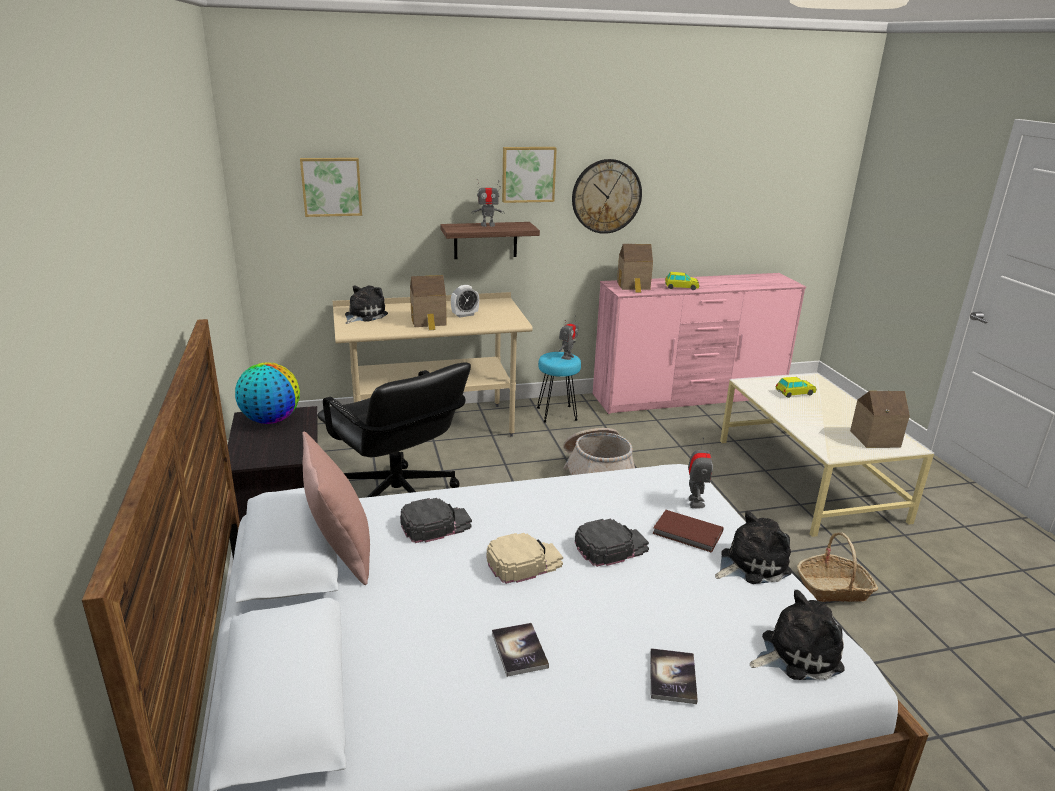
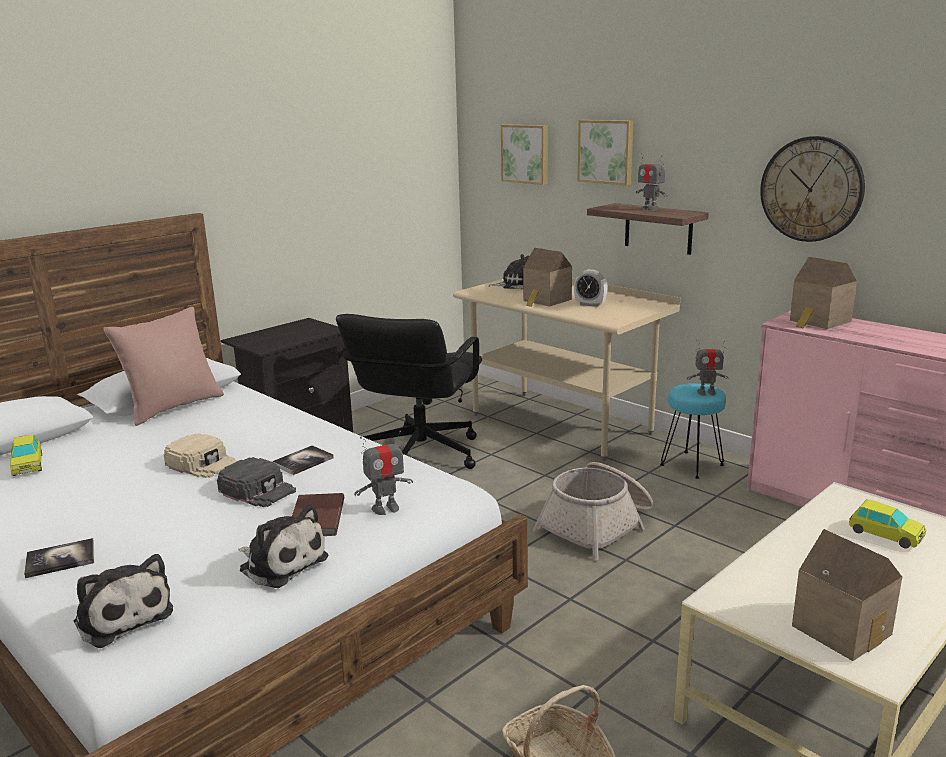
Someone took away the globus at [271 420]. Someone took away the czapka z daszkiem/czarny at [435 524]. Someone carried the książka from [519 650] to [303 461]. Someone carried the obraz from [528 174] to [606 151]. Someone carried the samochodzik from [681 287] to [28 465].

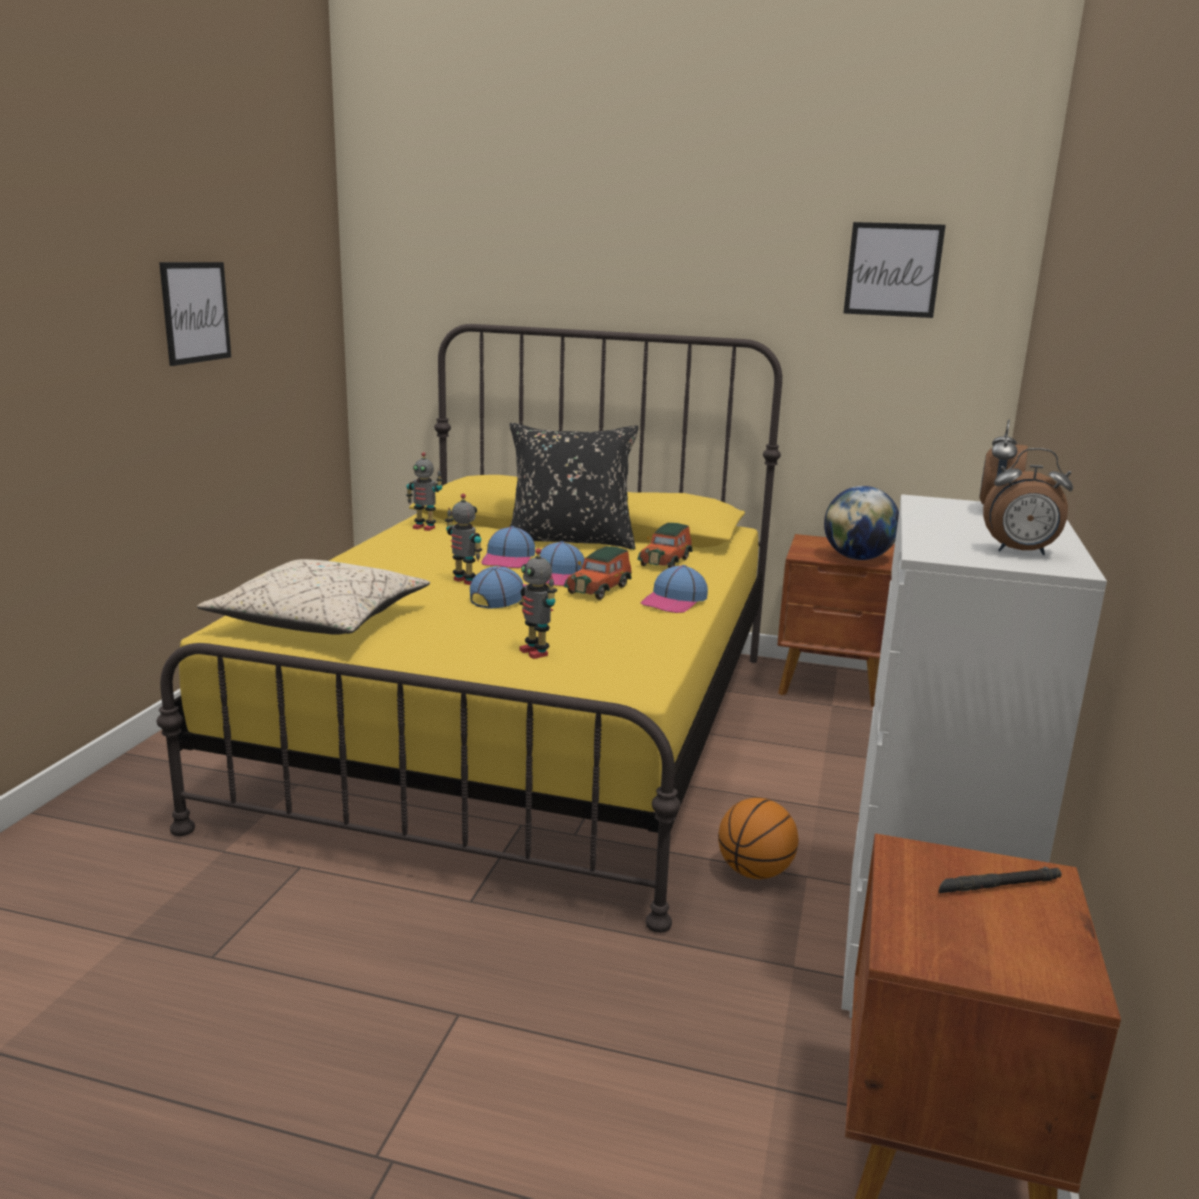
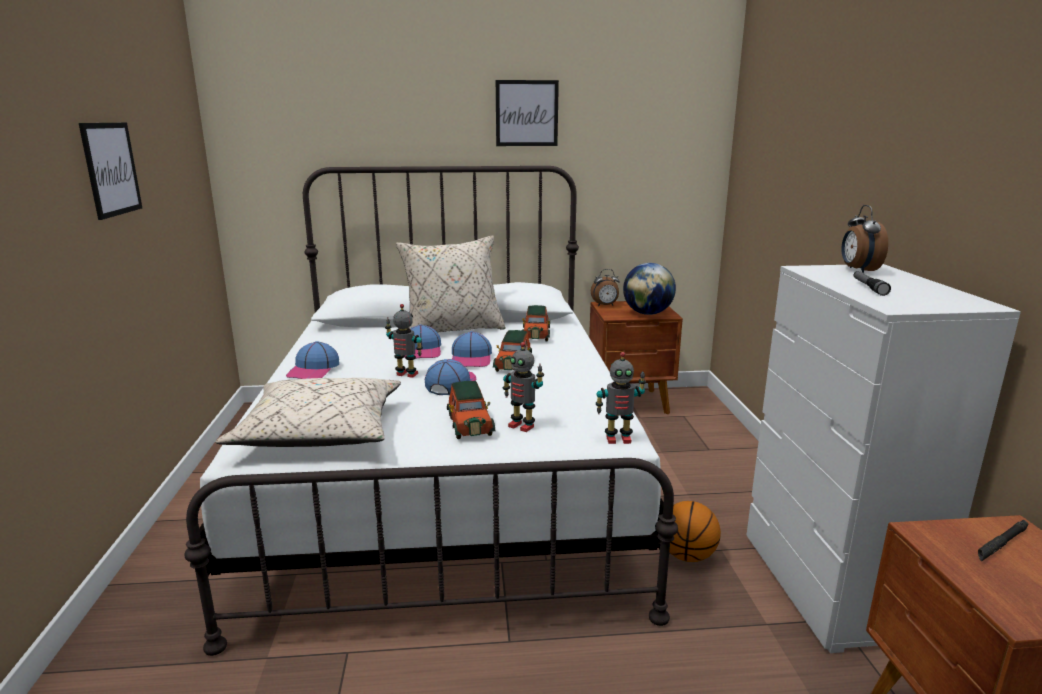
Someone repainted the łóżko/żółty at [522 730], which became the łóżko/biały at [447 482]. Someone carried the robot zabawkowy from [424 527] to [618 439]. Someone repainted the poduszka/czarny at [570 541], which became the poduszka/beżowy at [453 329]. Someone carried the czapka z daszkiem from [674 601] to [313 370]. Someone carried the obraz from [893 270] to [526 113]. Someone carried the budzik from [1020 552] to [605 305]. Someone put down the samochodzik at [469 424]. Someone put down the latarka at [869 288].

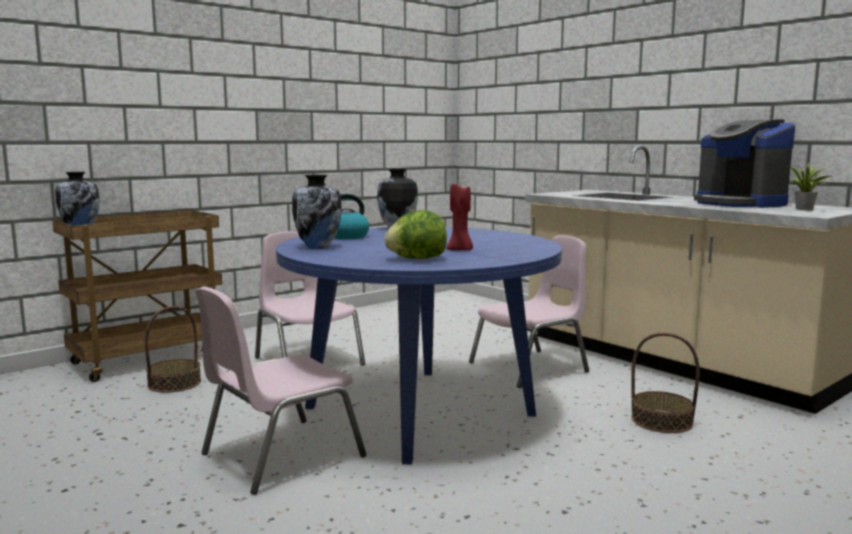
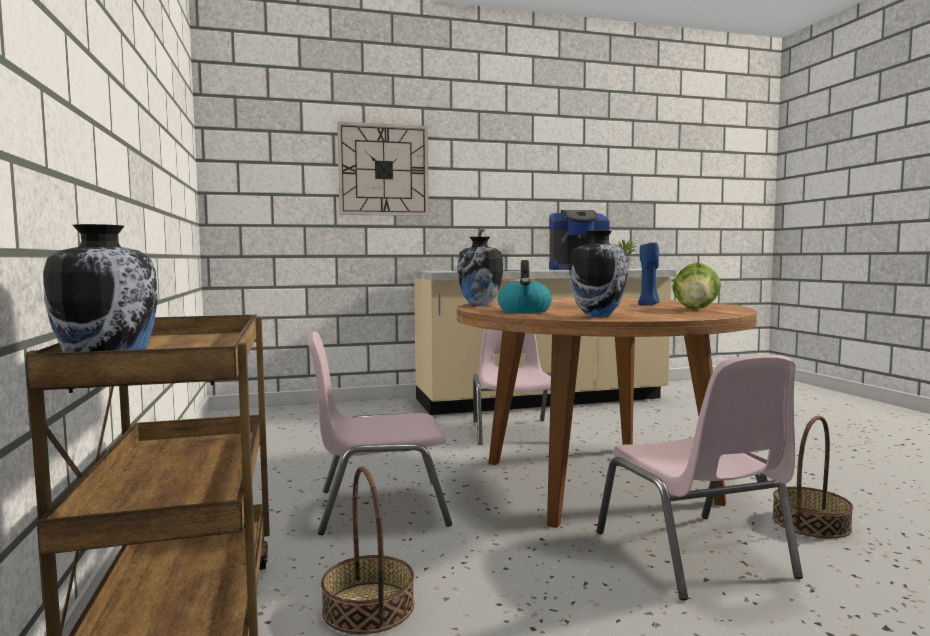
Someone repainted the stół jadalny/niebieski at [419 411], which became the stół jadalny/brązowy at [596 481]. Someone repainted the świeca/czerwony at [460 250], which became the świeca/niebieski at [648 305]. Someone carried the koszyk from [661 421] to [810 523]. Someone put up the zegar ścienny at [383 170].

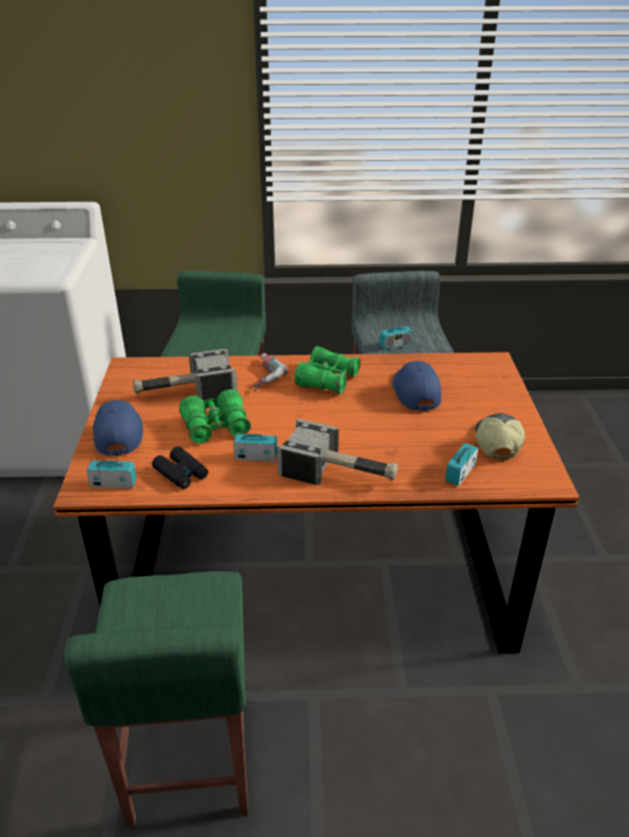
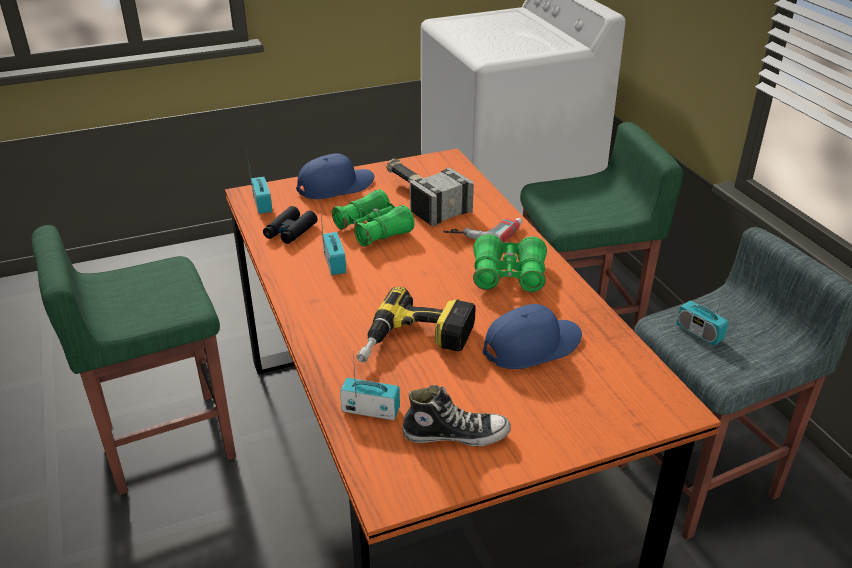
Someone took away the młotek at [340 473]. Someone swapped the czapka z daszkiem at [496 442] for the but at [456 434]. Someone put down the wiertarka at [415 343].

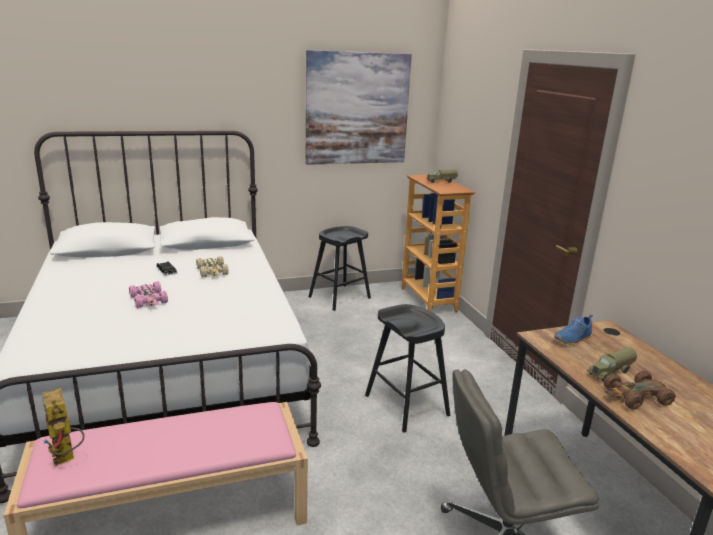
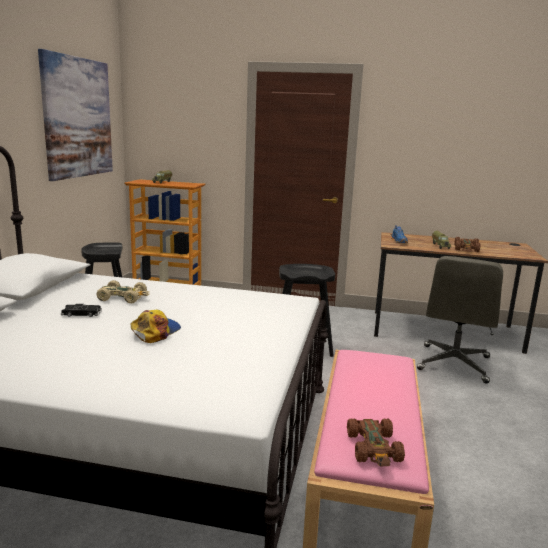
Someone swapped the robot zabawkowy at [67 458] for the samochodzik/brązowy at [374 448]. Someone swapped the samochodzik/różowy at [149 300] for the czapka z daszkiem at [155 332].

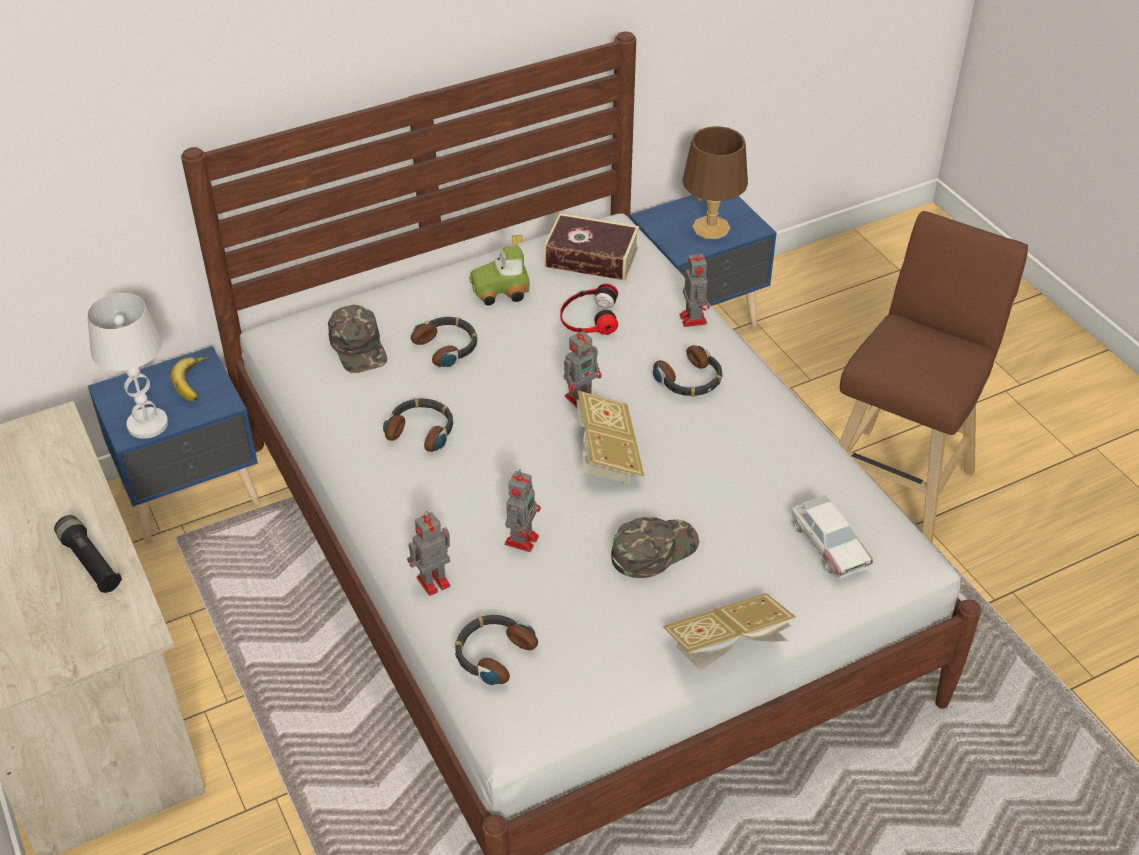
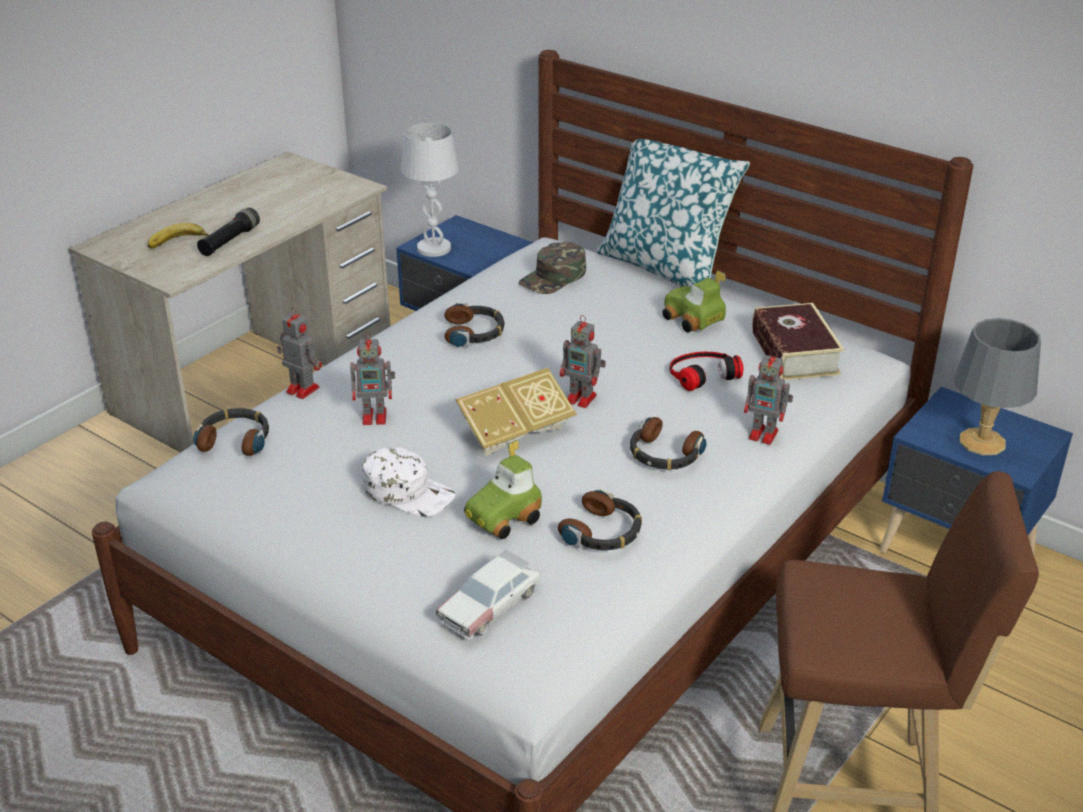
Someone carried the banan from [195 381] to [178 243]. Someone carried the słuchawki from [447 346] to [603 532]. Someone repainted the czapka z daszkiem/zielony at [653 549], which became the czapka z daszkiem/biały at [408 491]. Someone took away the książka at [727 647]. Someone rotated the robot zabawkowy at [692 318] by 60 degrees clockwise. Someone repainted the lampa stołowa/brązowy at [711 228], which became the lampa stołowa/szary at [982 442]. Someone put down the samochodzik at [503 518]. Someone put down the poduszka at [666 269].

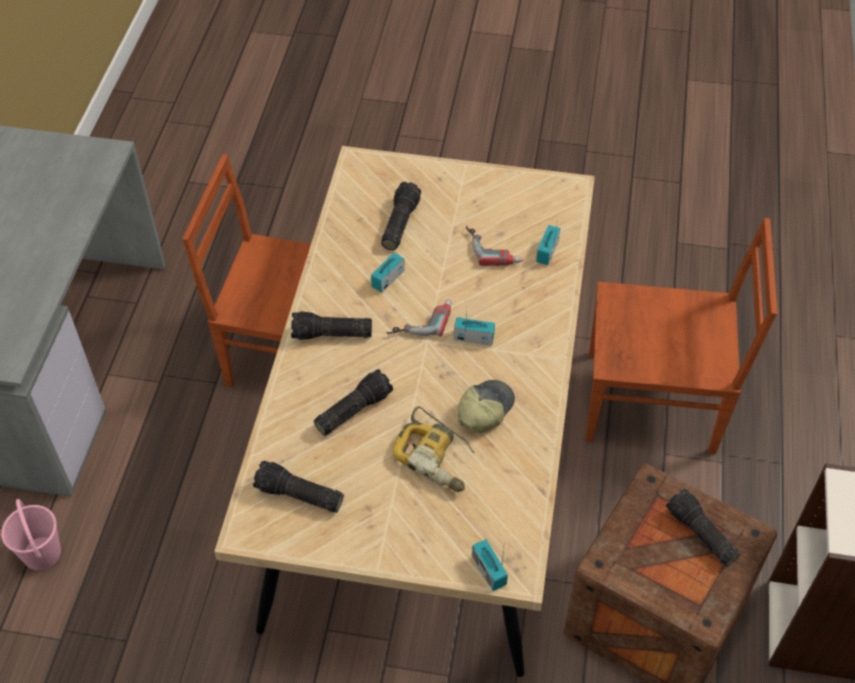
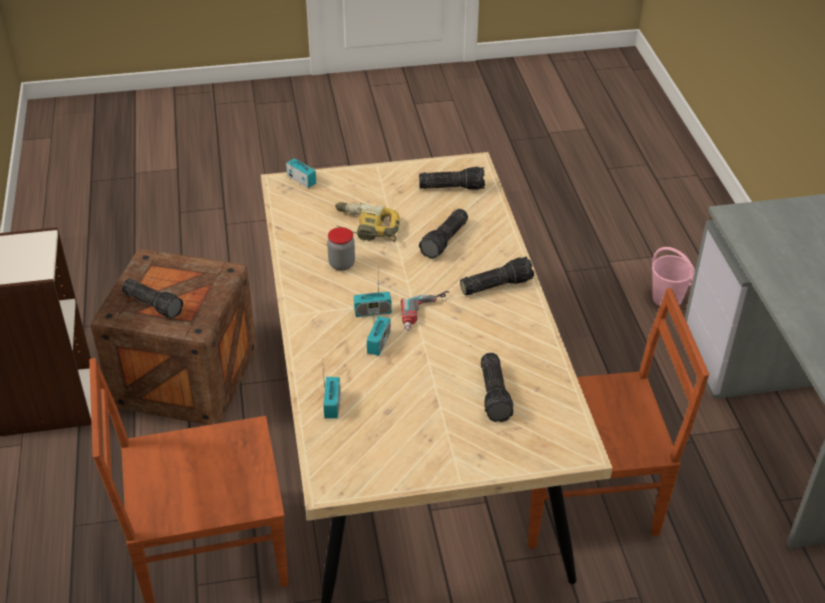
Someone carried the radio from [388 279] to [379 343]. Someone swapped the czapka z daszkiem at [484 409] for the słoik at [341 264]. Someone took away the wiertarka at [494 247].

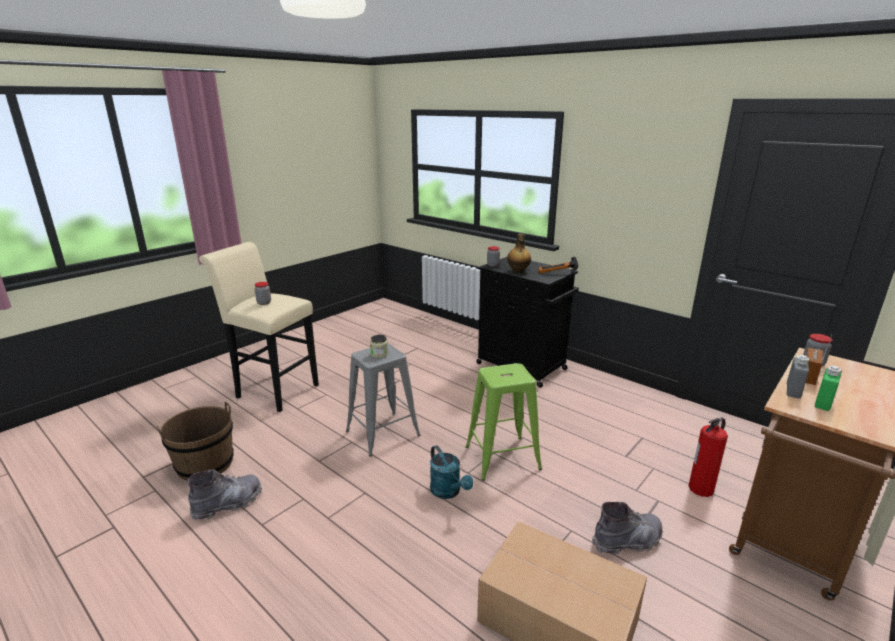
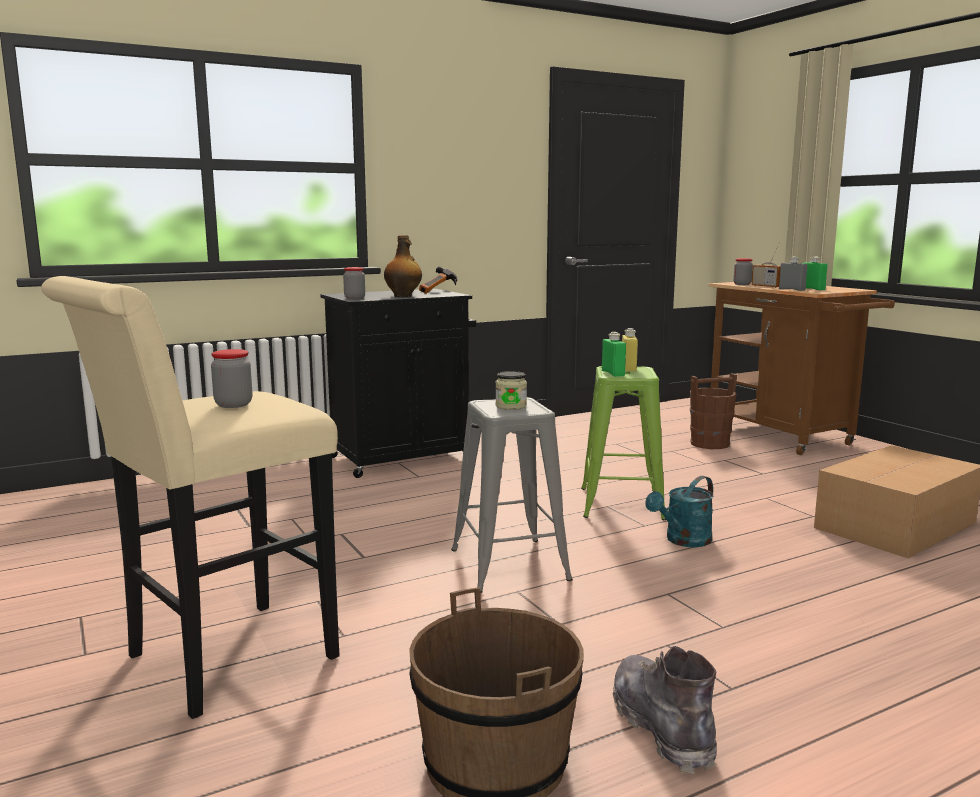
Someone rotated the konewka/turkusowy at [448 492] by 150 degrees clockwise. Someone took away the but z cholewką/szary at [627 541]. Someone swapped the gaśnica at [701 488] for the wiadro/brązowy at [710 444]. Someone put down the butelka/zielony at [613 373]. Someone put down the butelka/żółty at [628 368].

